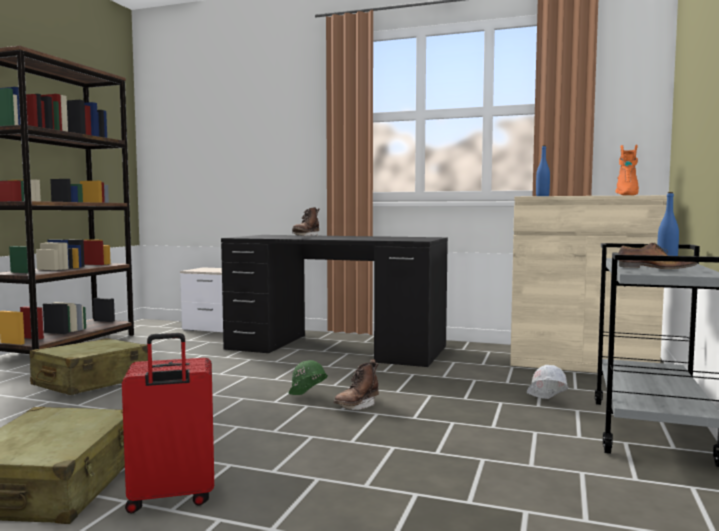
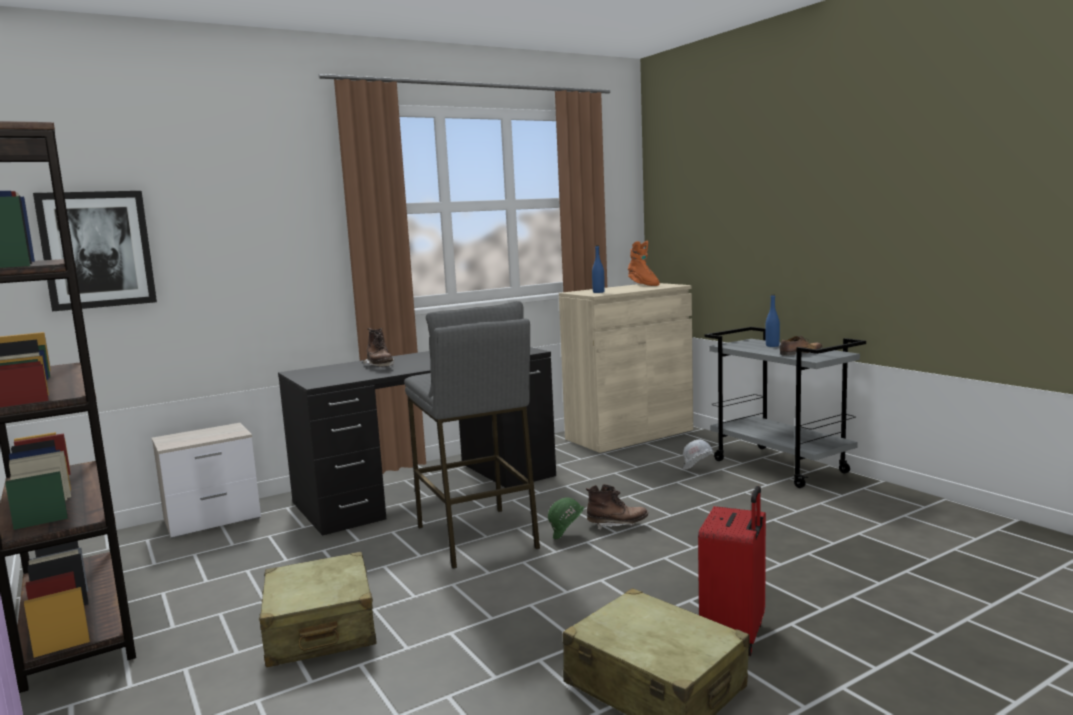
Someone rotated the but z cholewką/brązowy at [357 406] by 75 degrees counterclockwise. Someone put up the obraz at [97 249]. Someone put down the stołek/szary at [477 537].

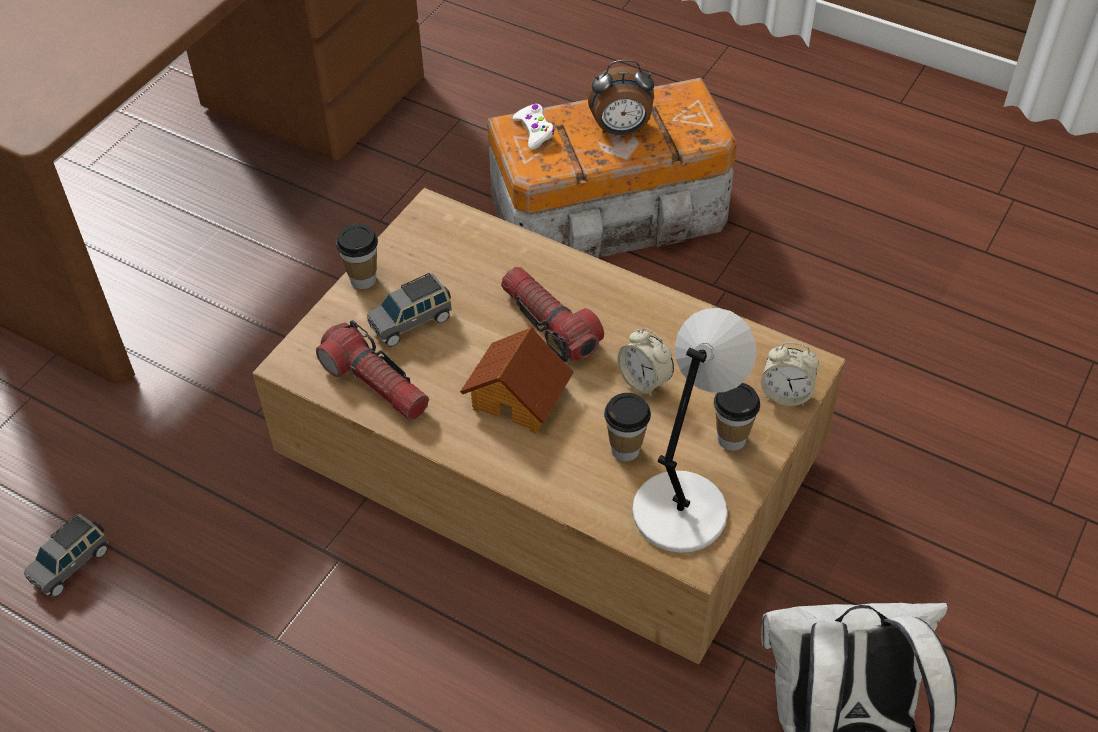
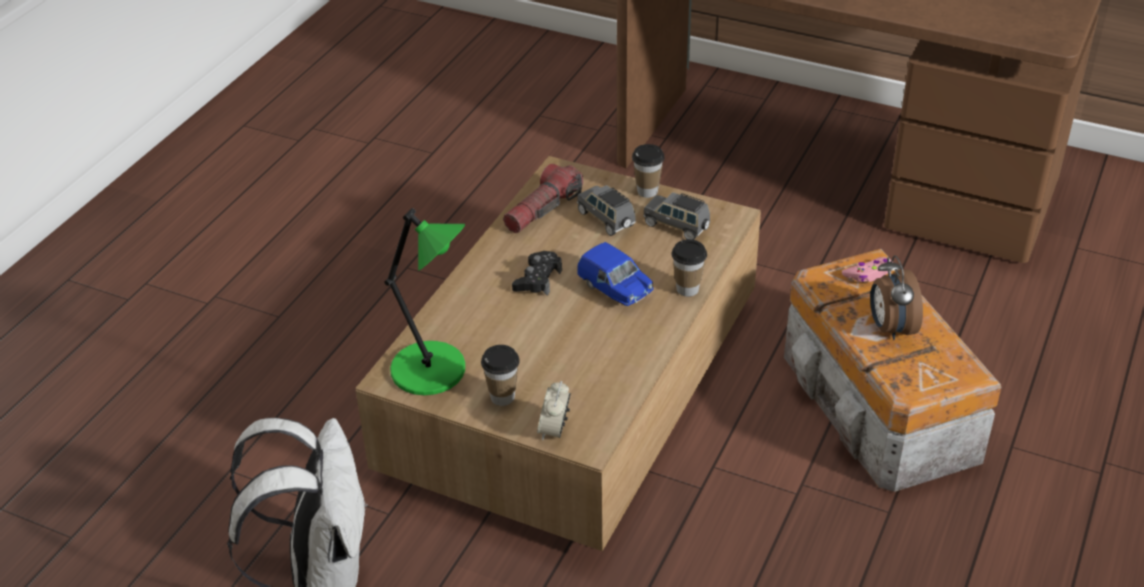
Someone carried the samochodzik/szary from [72 564] to [677 226]. Someone swapped the domek at [519 396] for the pad do gier/czarny at [537 279]. Someone swapped the latarka at [550 324] for the samochodzik/niebieski at [615 289]. Someone repainted the pad do gier/biały at [534 131], which became the pad do gier/różowy at [869 274]. Someone carried the filiżanka from [625 449] to [687 289]. Someone took away the budzik at [644 381]. Someone repainted the lampa stołowa/szary at [682 508], which became the lampa stołowa/zielony at [432 371].

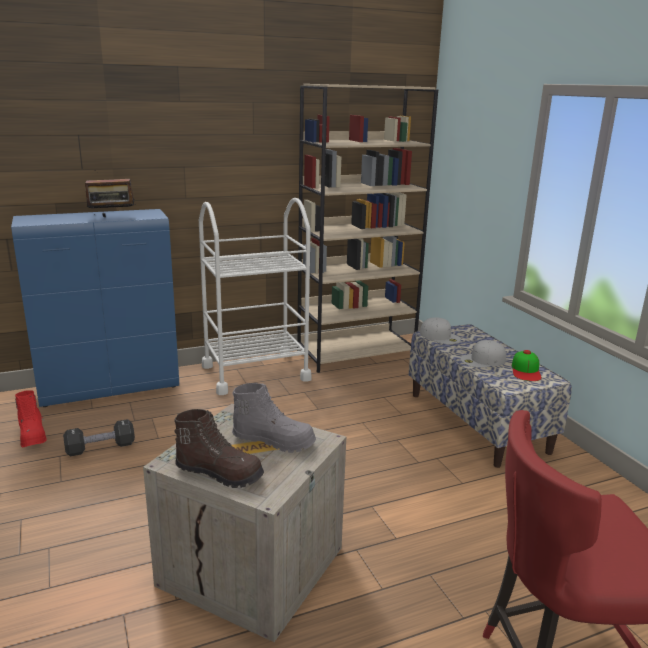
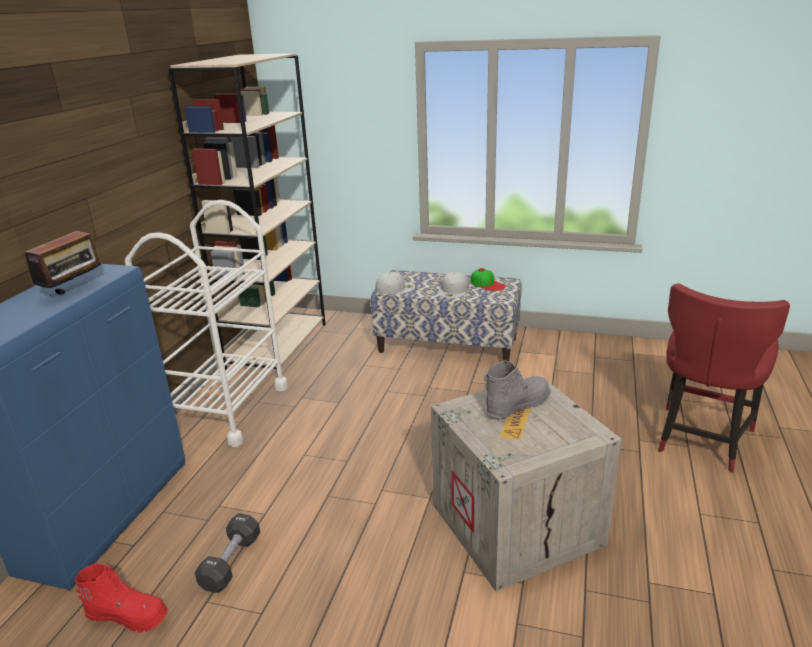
Someone took away the but z cholewką/brązowy at [220 473].

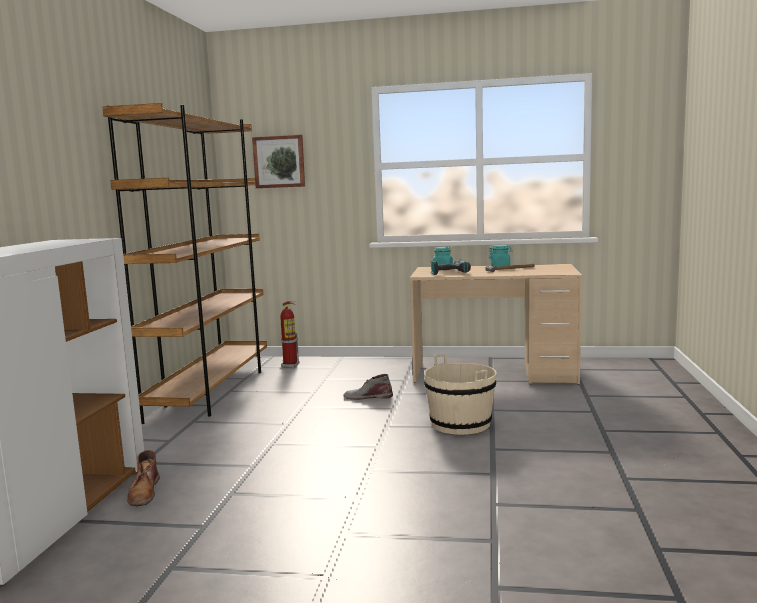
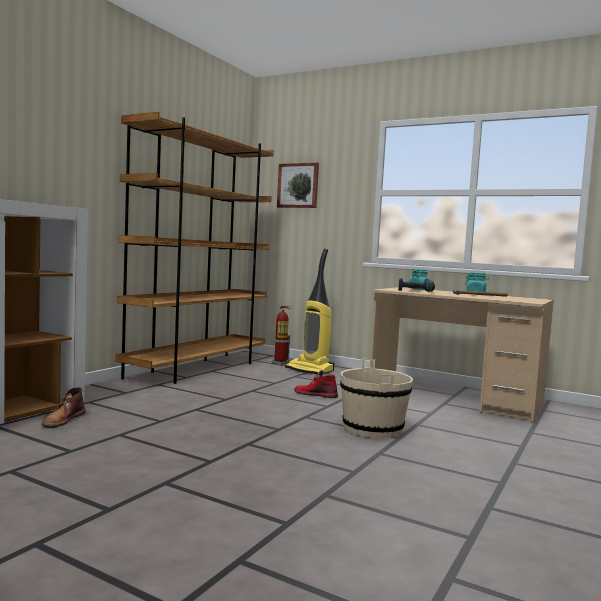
Someone repainted the but z cholewką/szary at [368 397], which became the but z cholewką/czerwony at [315 394]. Someone put down the odkurzacz at [310 370].

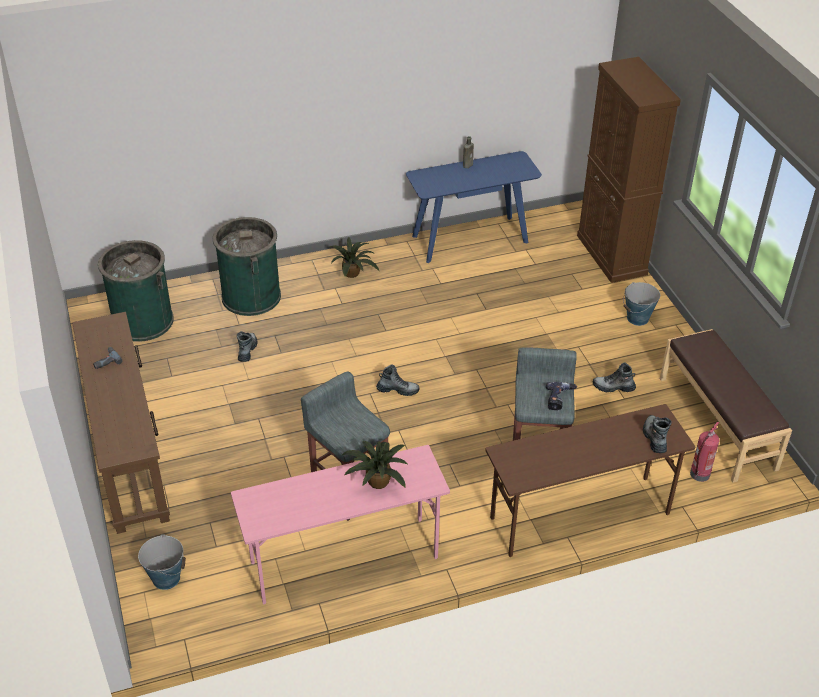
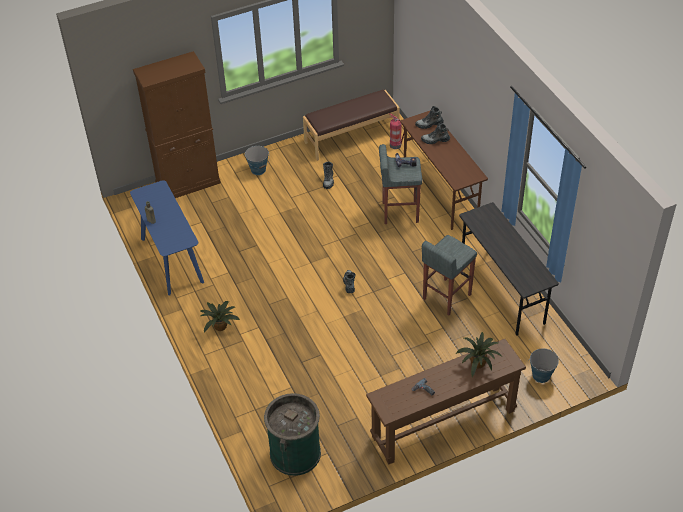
Someone took away the kosz na śmieci/zielony at [251 296]. Someone repainted the biurko/różowy at [344 561], which became the biurko/szary at [502 291]. Someone carried the but z cholewką from [247 350] to [435 140]. Someone carried the roślina doniczkowa from [376 481] to [478 364].

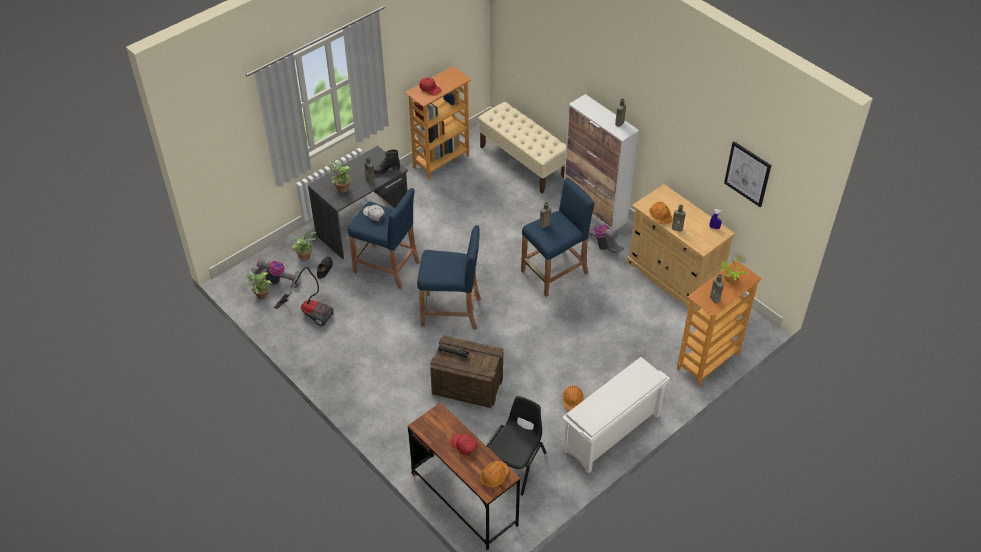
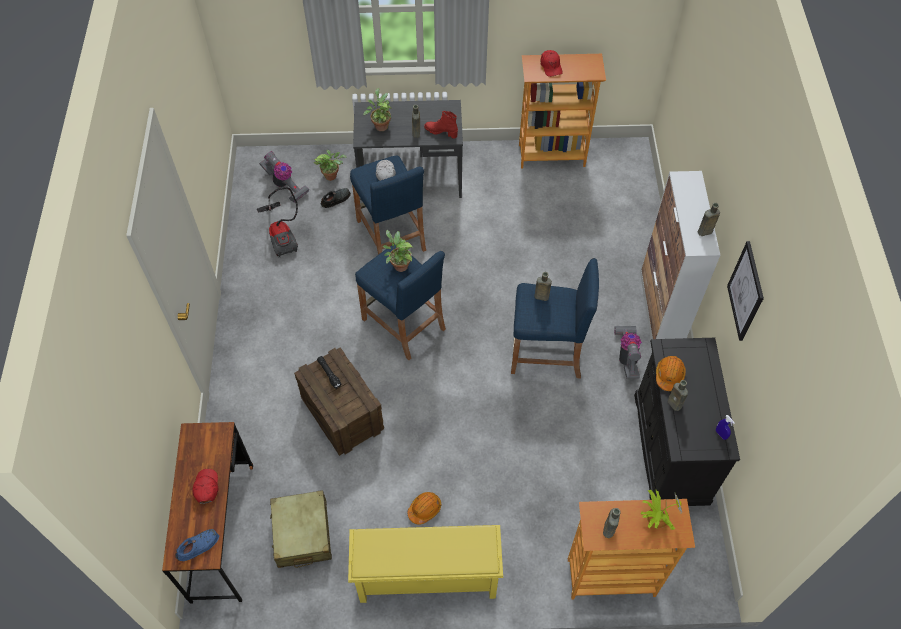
Someone carried the roślina doniczkowa from [260 295] to [399 265]. Someone repainted the but z cholewką/czarny at [386 170], which became the but z cholewką/czerwony at [441 132]. Someone took away the ławka/beżowy at [523 162]. Someone swapped the kask/pomarańczowy at [494 476] for the but/niebieski at [198 545]. Someone swapped the krzesło/czarny at [515 464] for the walizka/beżowy at [302 534]. Someone repainted the regał na buty/biały at [611 434], which became the regał na buty/żółty at [426 578]. Someone repainted the szafka/beżowy at [673 277], which became the szafka/czarny at [670 448]. Someone carried the obraz from [747 173] to [746 291].

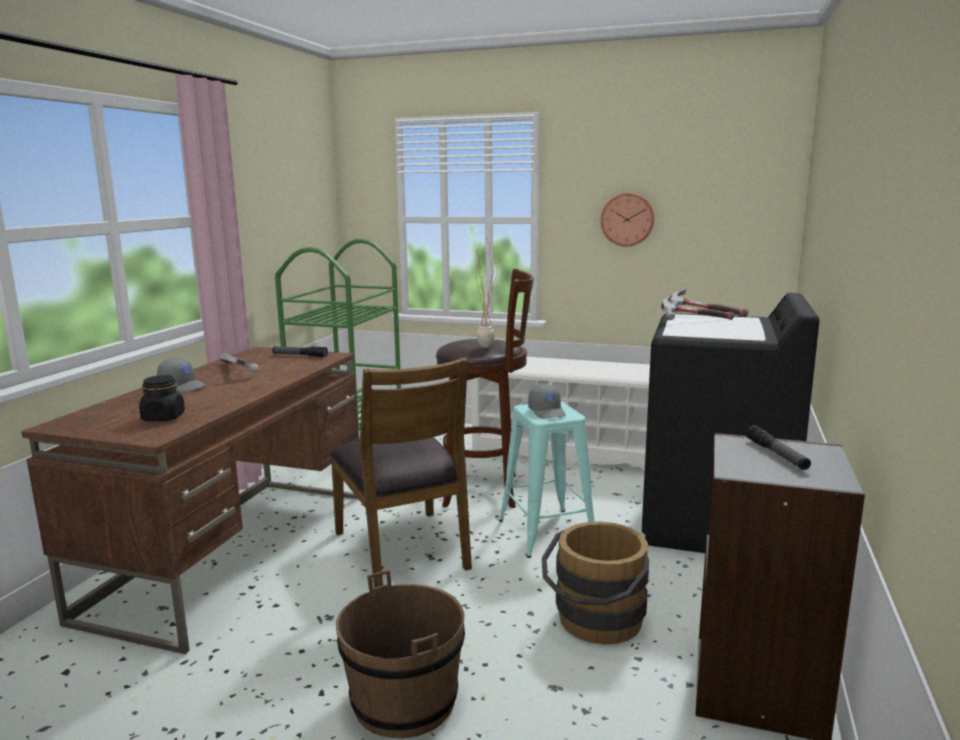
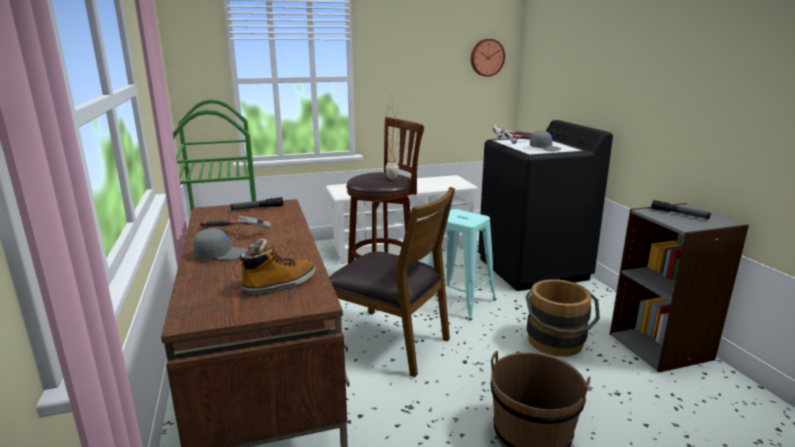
Someone swapped the słoik/czarny at [163 418] for the but z cholewką at [280 284]. Someone carried the czapka z daszkiem/szary from [547 411] to [545 148]. Someone carried the zegar ścienny from [627 219] to [486 57].

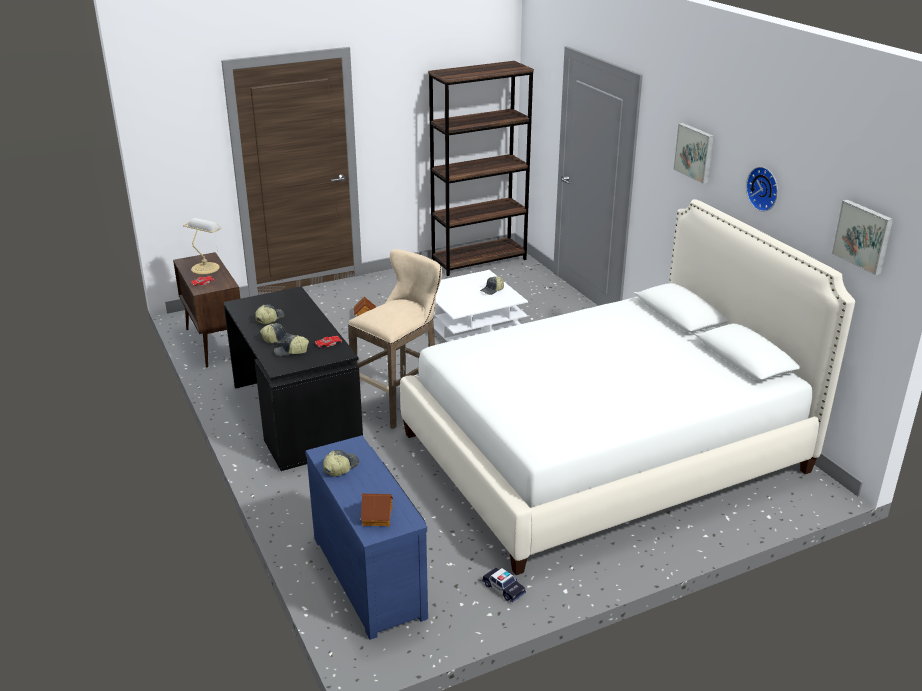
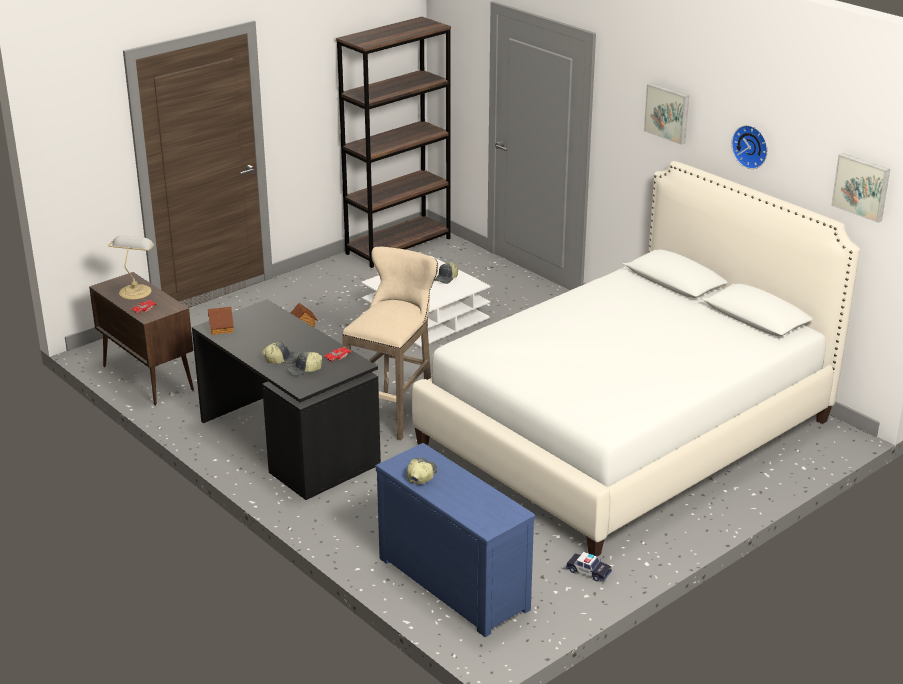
Someone took away the czapka z daszkiem at [269 319]. Someone carried the domek from [378 516] to [222 328].

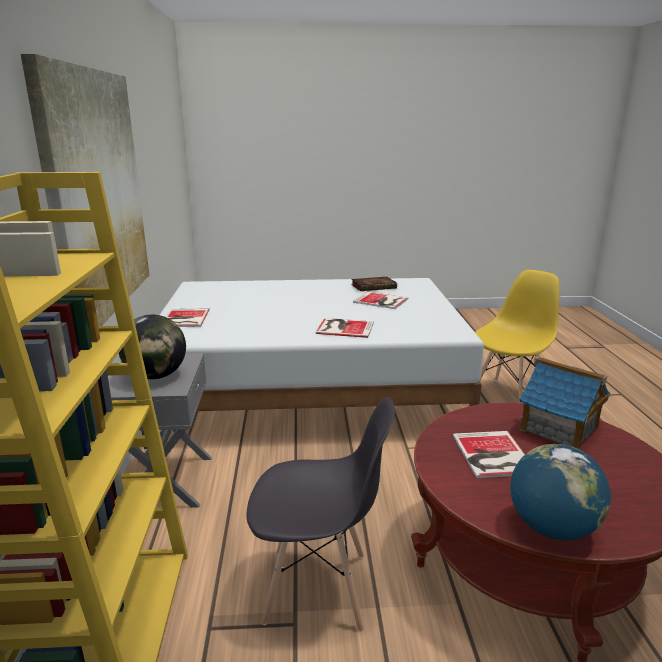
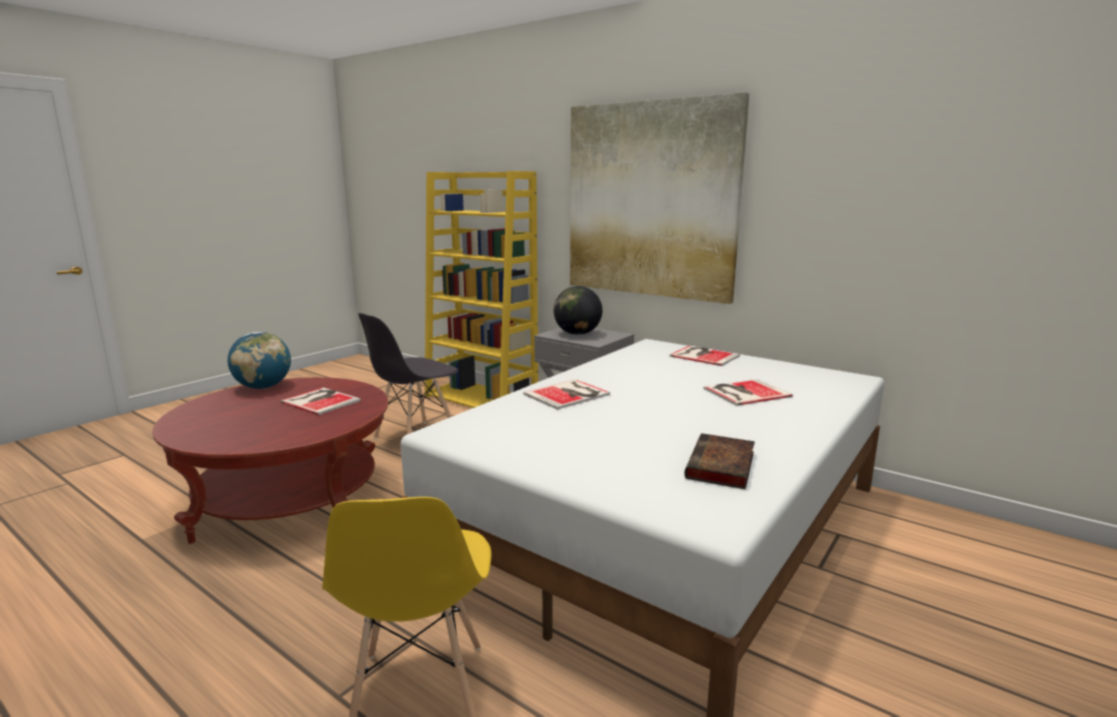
Someone carried the książka from [381 301] to [744 392]. Someone took away the domek at [559 429].

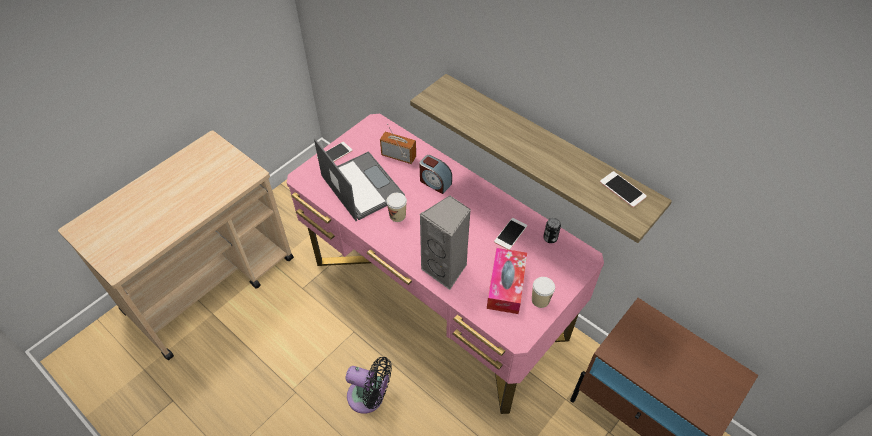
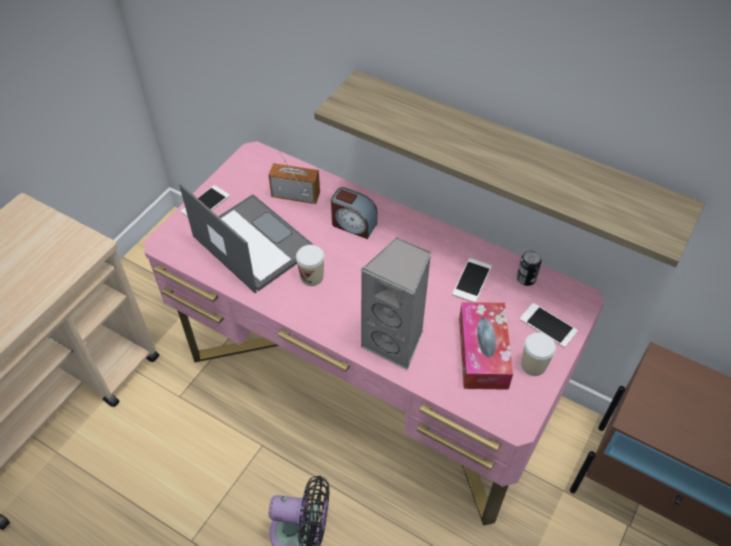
Someone carried the telefon from [622 189] to [548 325].

